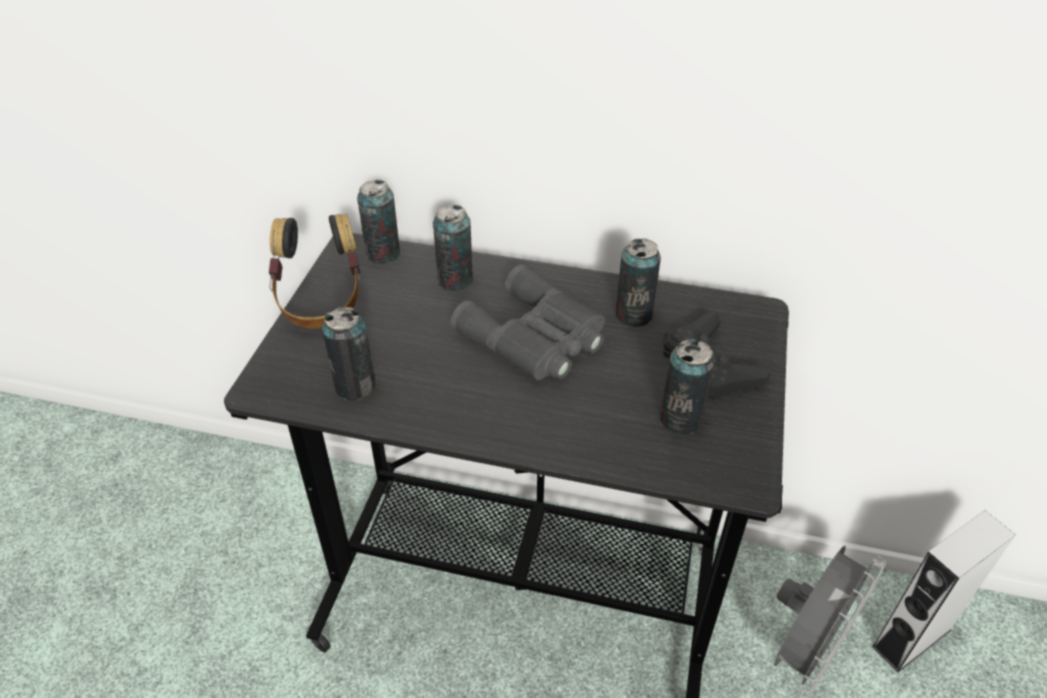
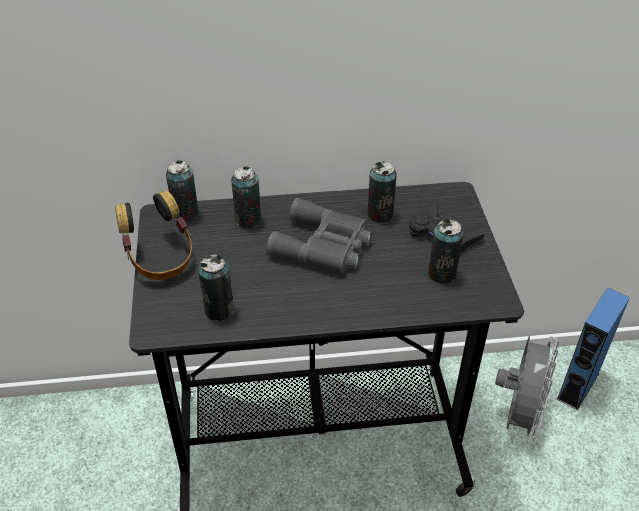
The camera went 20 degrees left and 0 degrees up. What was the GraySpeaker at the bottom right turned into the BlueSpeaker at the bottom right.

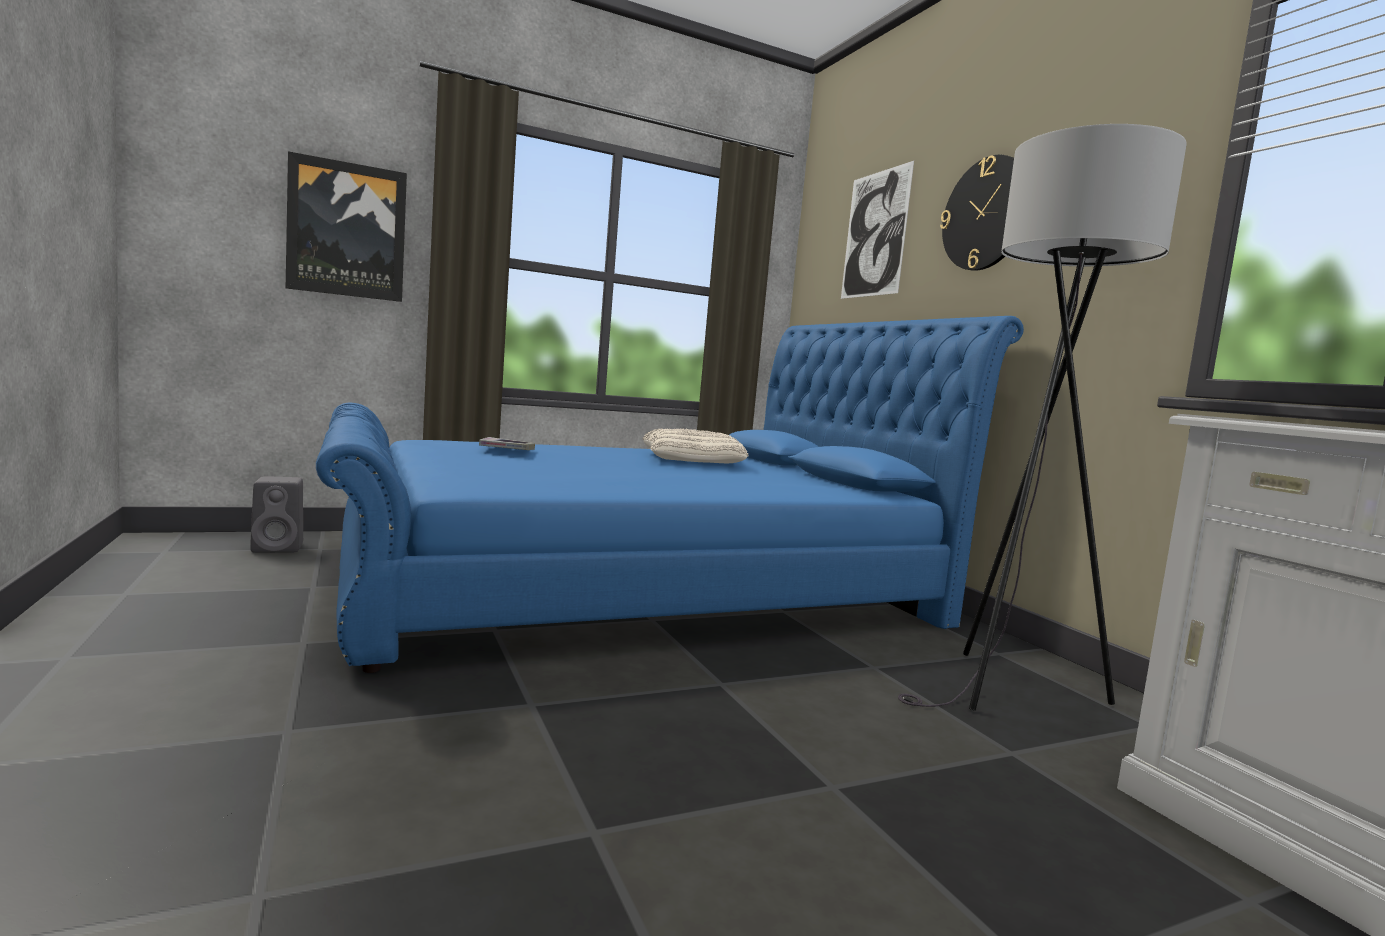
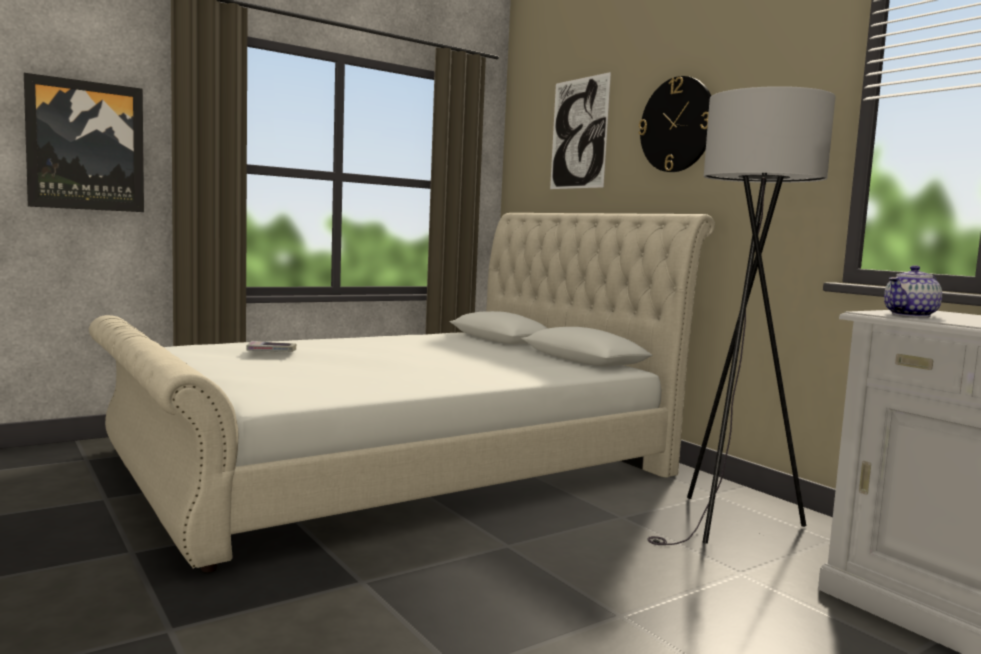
The camera went 10 degrees left and 0 degrees up. What was the BlueBedroomBed at the centre turned into the SandColouredBedroomBed at the centre. The second view lost the SandColouredThrowPillow at the centre. The second view lost the GraySpeaker at the middle left. The second view gained the Teapot at the middle right.

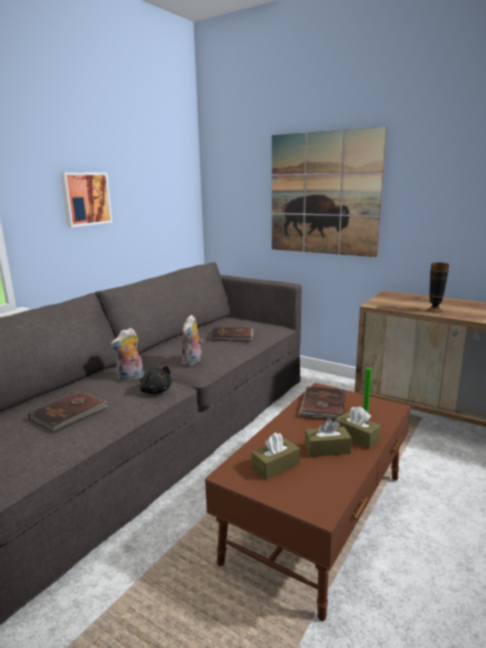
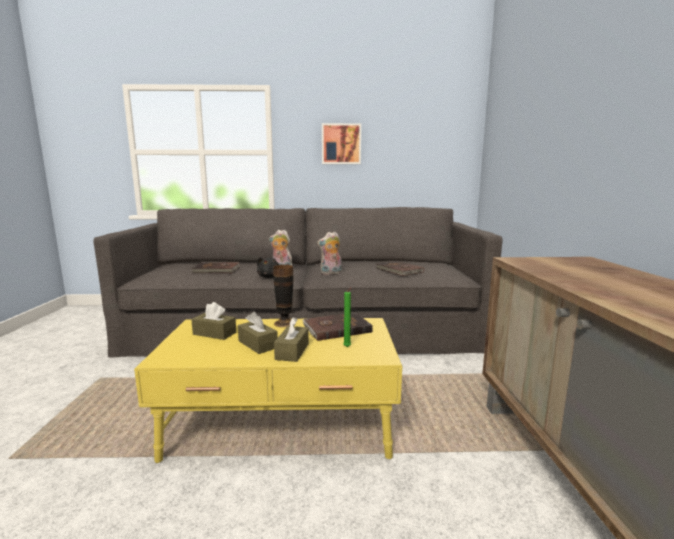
The camera went 55 degrees right and 5 degrees down. The second view lost the WallArt (no. 2 from left) at the top right. The DecorativeVase ended up elsewhere, having gone from the middle right to the centre. What was the BrownLoungeTable at the bottom centre turned into the YellowLoungeTable at the bottom centre.

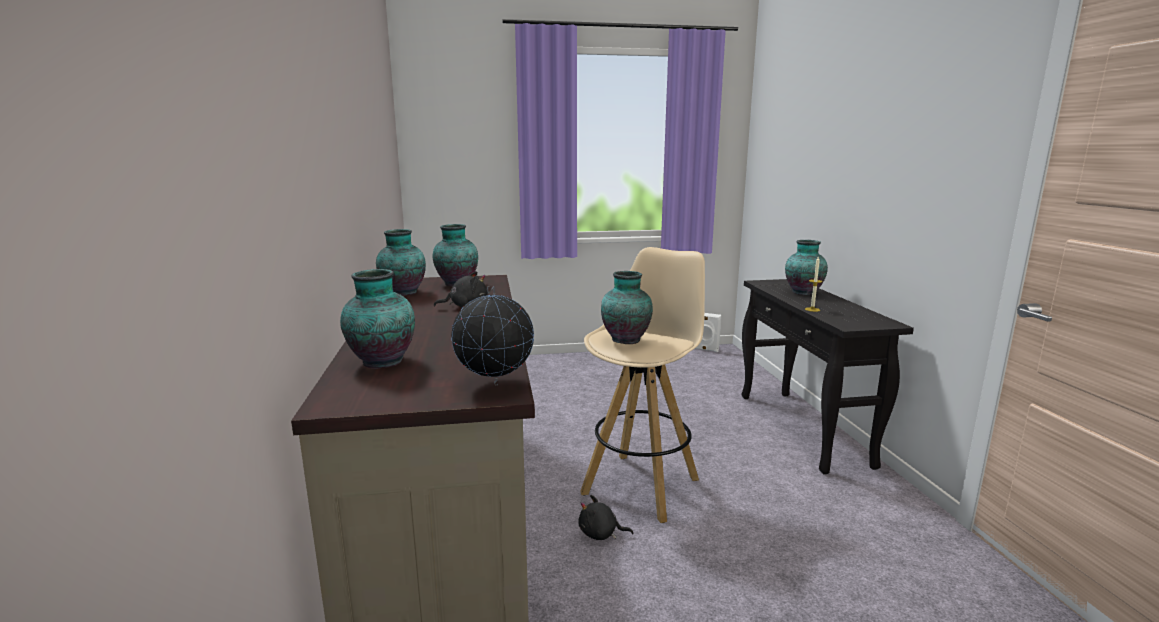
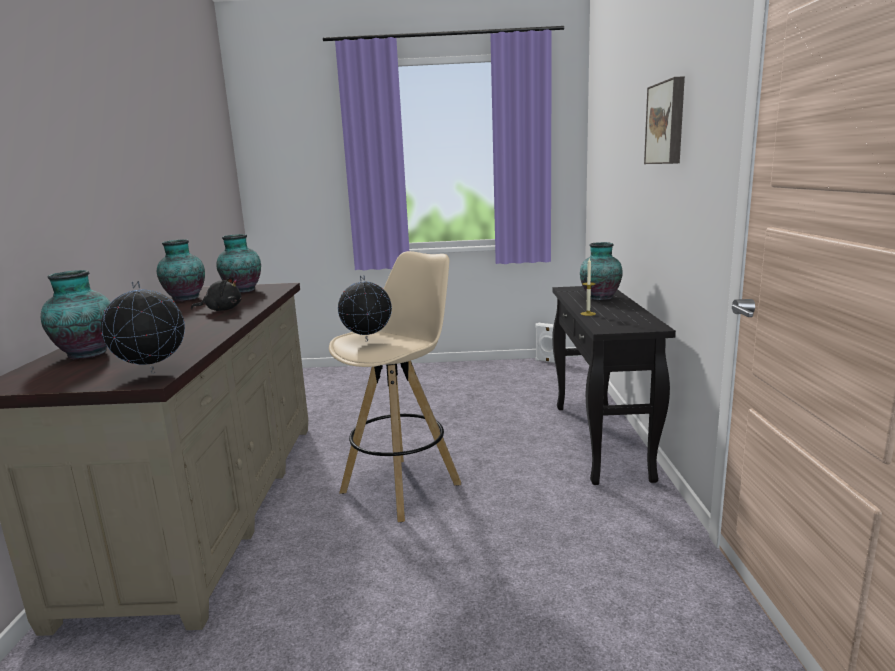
The camera went 10 degrees right and 0 degrees up. Where the DecorativeVase (no. 4 from left) stood at the centre, the DeskGlobe (no. 2 from left) came to stand at the centre. The second view lost the BlackishPlushToy (no. 2 from left) at the bottom centre. The second view gained the WallArt at the top right.

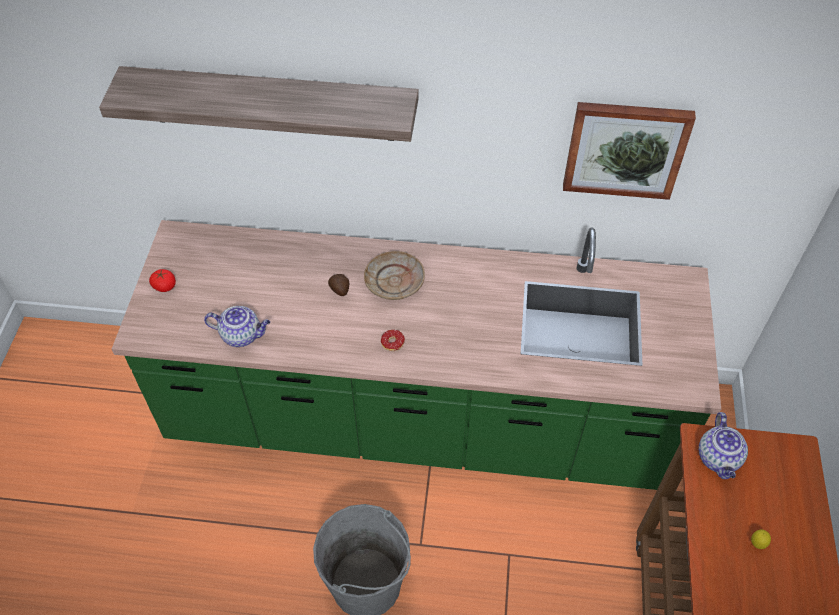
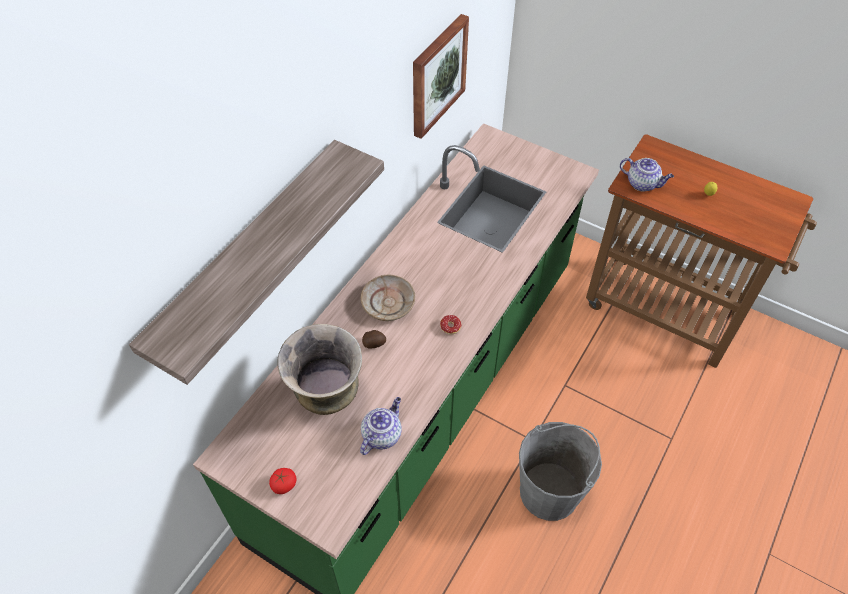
The camera went 65 degrees left and 0 degrees up. The second view gained the DecorativeVase at the centre.

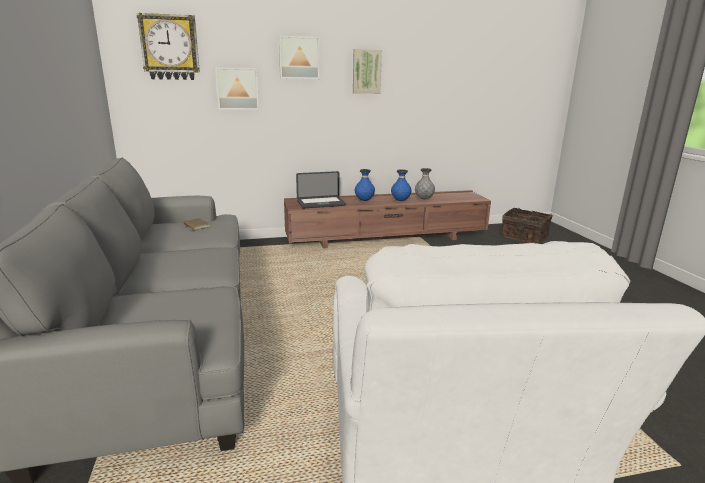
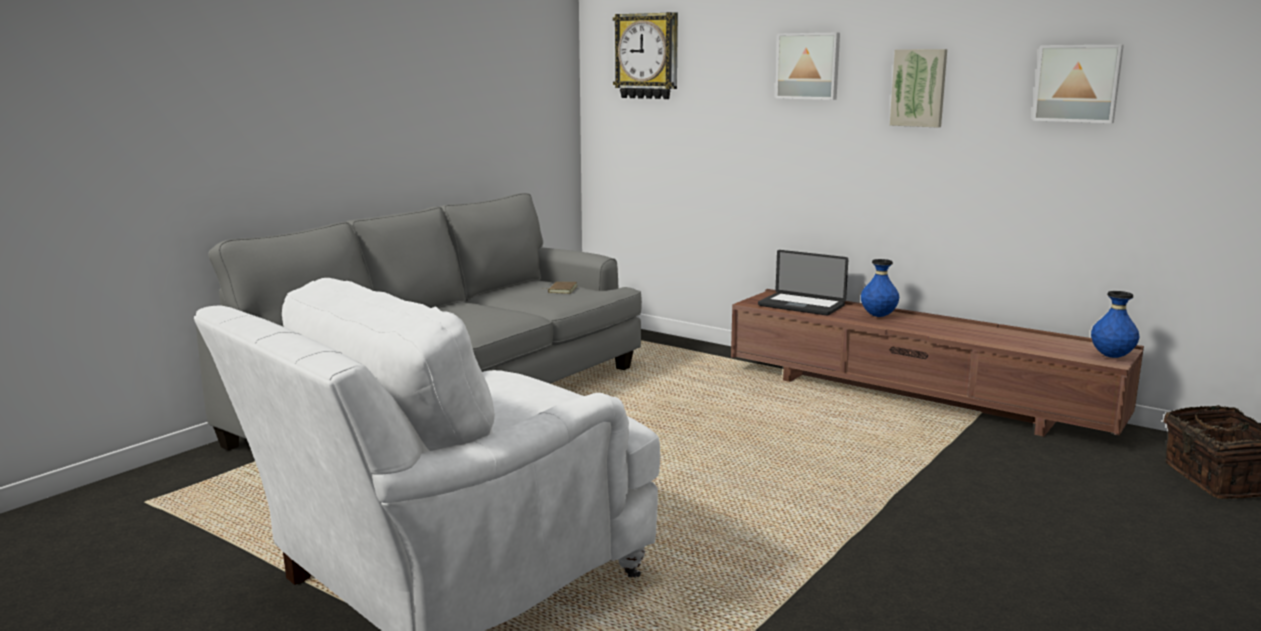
The camera went 50 degrees right and 5 degrees down. The WallArt (no. 1 from left in the first image) ended up elsewhere, having gone from the top centre to the top right. The second view lost the GrayDecorativeVase at the centre. The BlueDecorativeVase (no. 2 from left) ended up elsewhere, having gone from the centre to the middle right.

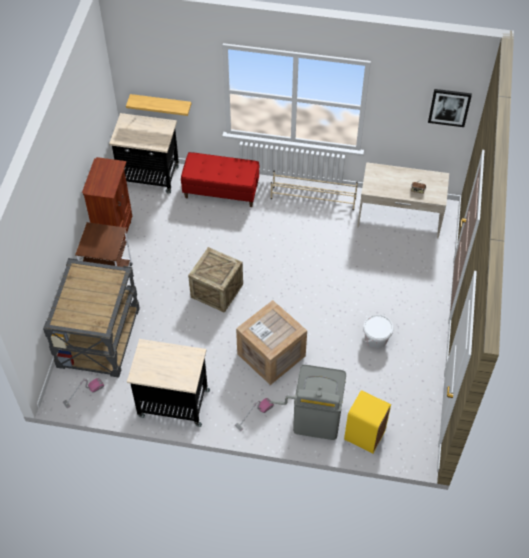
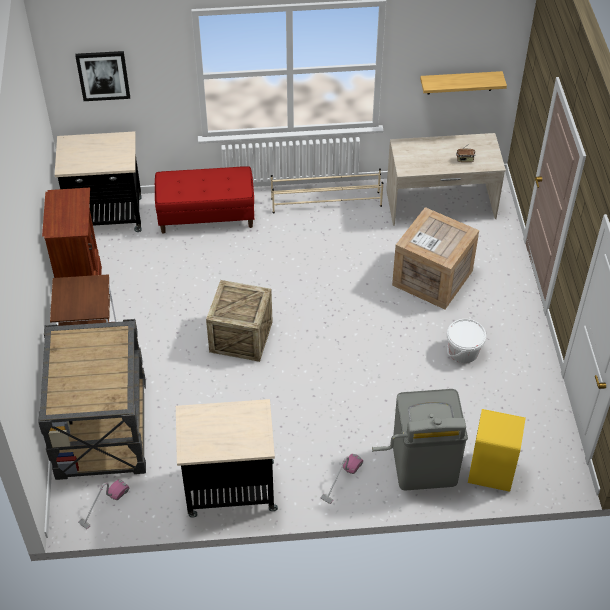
The camera went 15 degrees left and 5 degrees down. The WallArt ended up elsewhere, having gone from the top right to the top left. The BracketShelf ended up elsewhere, having gone from the top left to the top right. The PackingCrate (no. 2 from left) ended up elsewhere, having gone from the centre to the middle right.

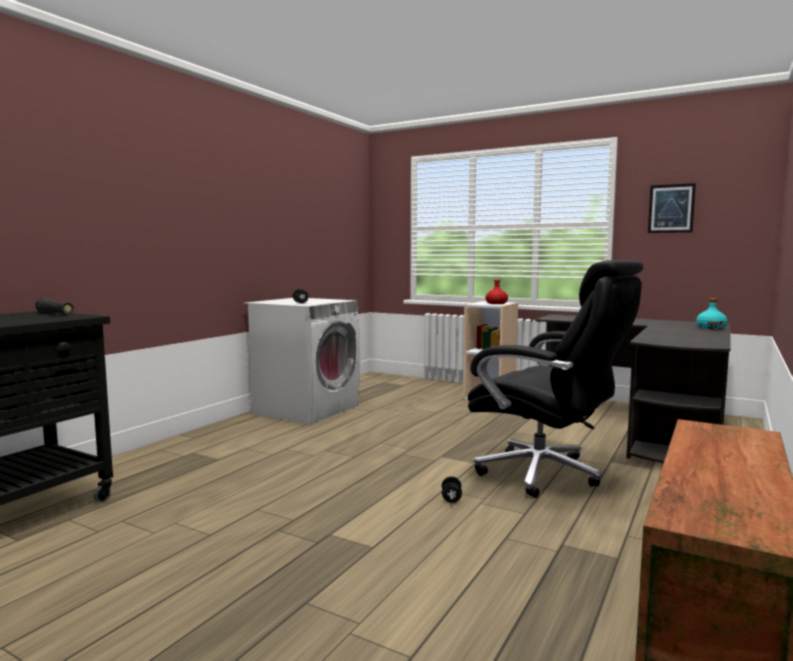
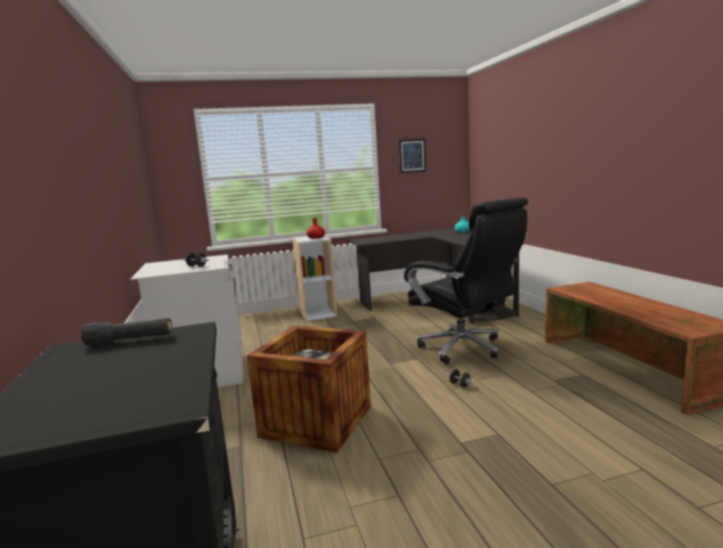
The camera went 45 degrees left and 5 degrees up. The BlackishOfficeChair at the middle right ended up facing another way, 60 degrees clockwise from before. The second view gained the PackingCrate at the bottom centre.

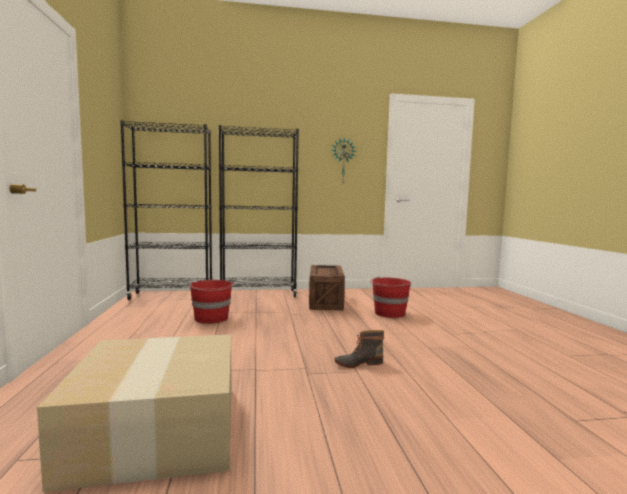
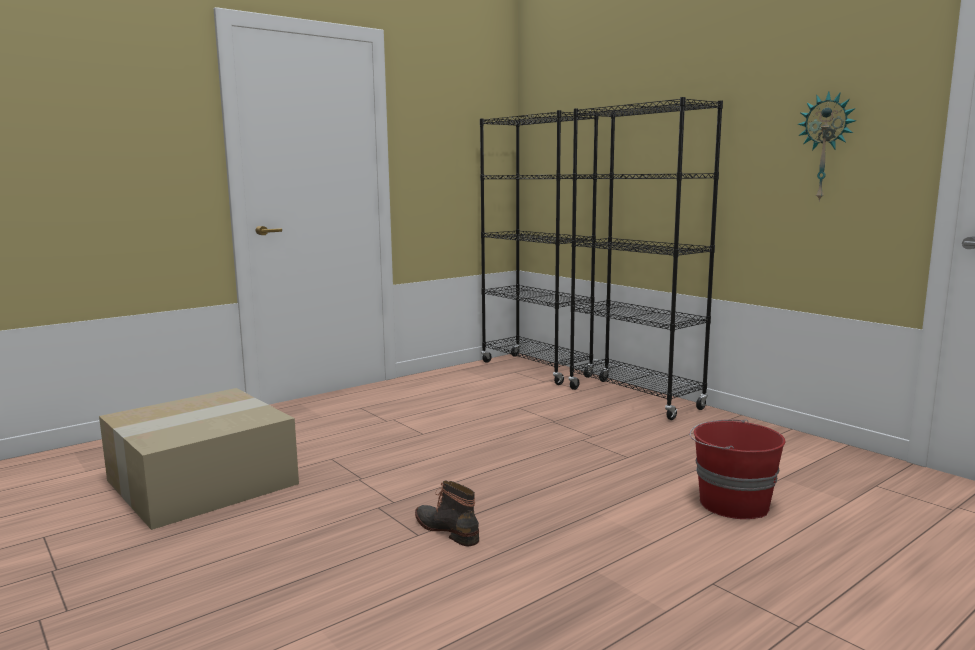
The camera went 60 degrees right and 5 degrees up. The second view lost the PackingCrate at the centre. The second view lost the RedPail (no. 1 from left) at the centre.

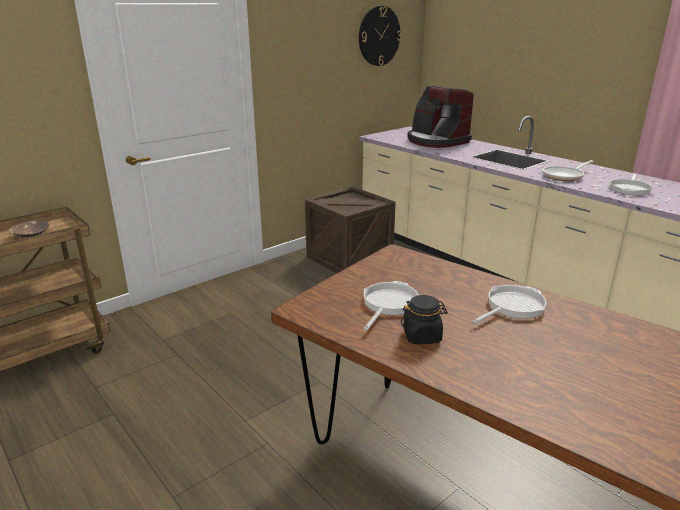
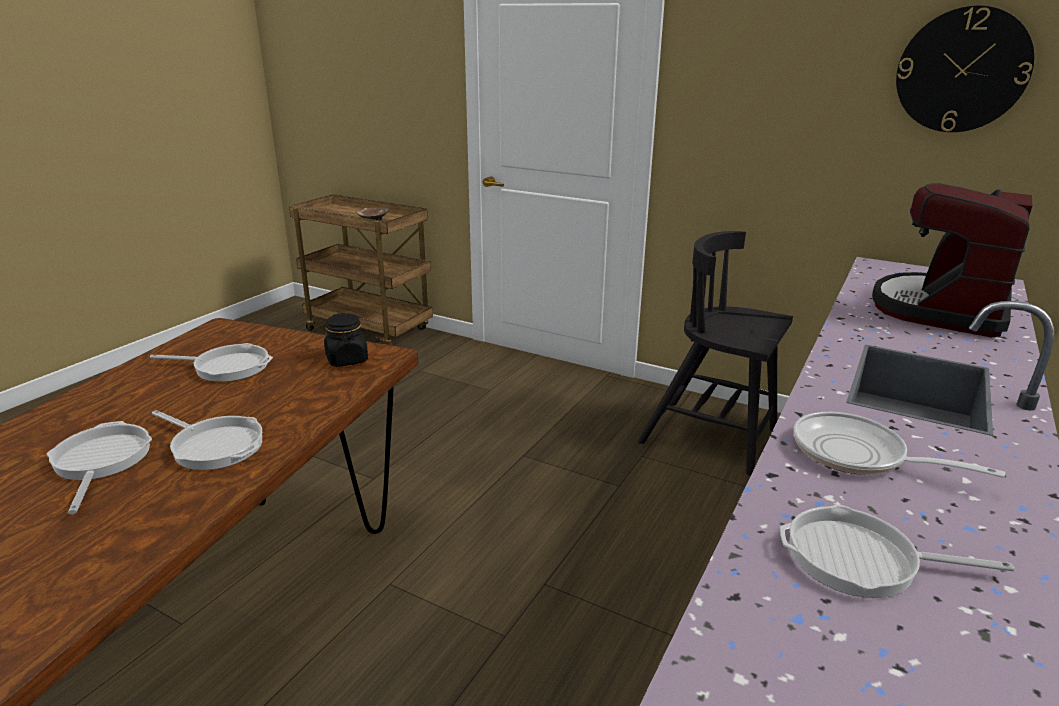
The camera went 70 degrees right and 0 degrees up. Where the PackingCrate stood at the centre, the BlackishPlainChair came to stand at the middle right. The BlackishPreserveJar ended up elsewhere, having gone from the centre to the middle left. The second view gained the Skillet (no. 1 from left) at the middle left.

